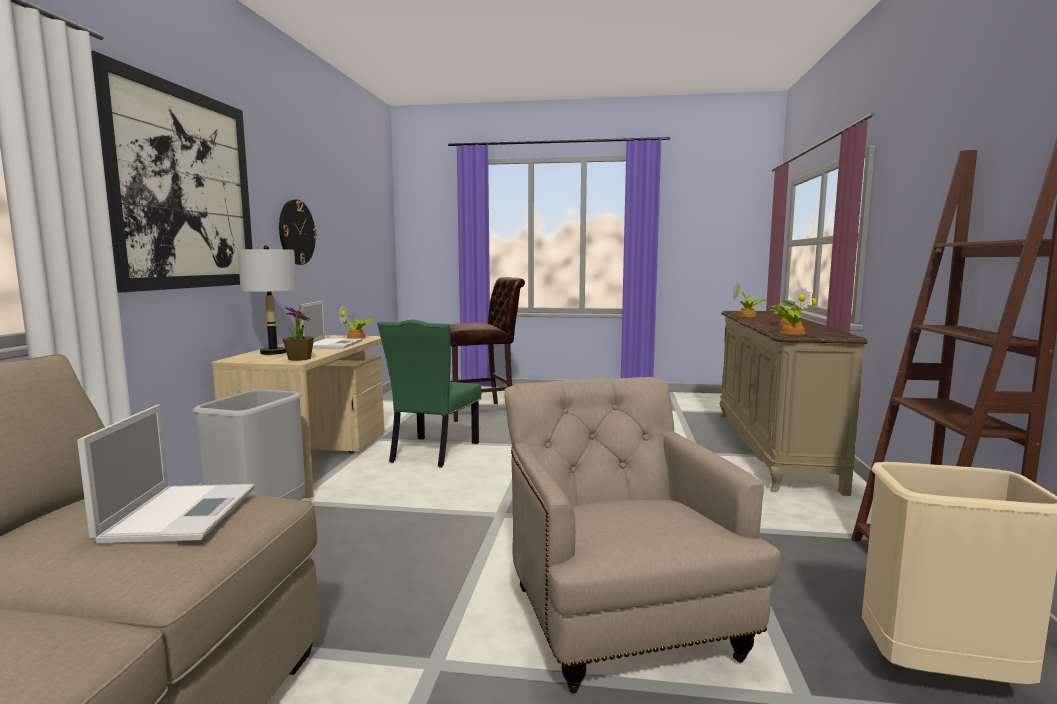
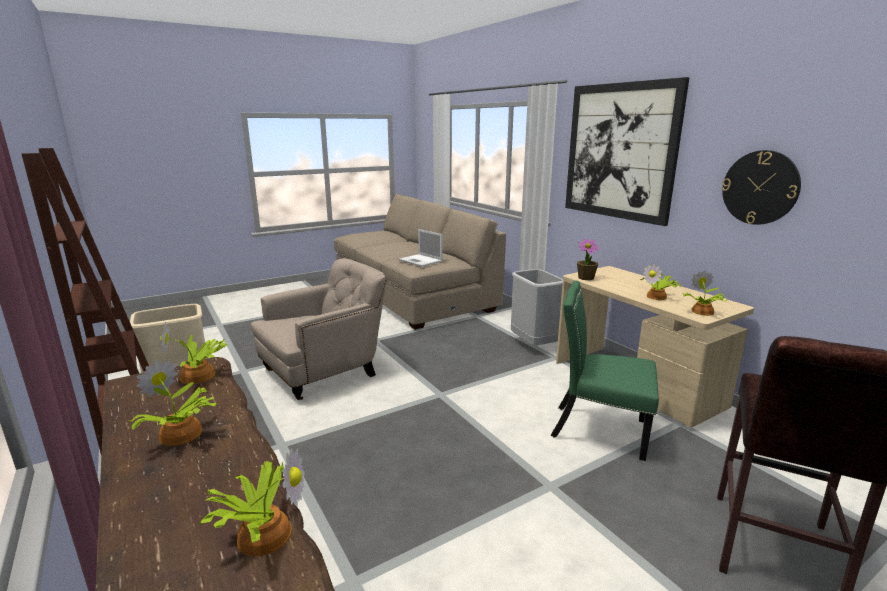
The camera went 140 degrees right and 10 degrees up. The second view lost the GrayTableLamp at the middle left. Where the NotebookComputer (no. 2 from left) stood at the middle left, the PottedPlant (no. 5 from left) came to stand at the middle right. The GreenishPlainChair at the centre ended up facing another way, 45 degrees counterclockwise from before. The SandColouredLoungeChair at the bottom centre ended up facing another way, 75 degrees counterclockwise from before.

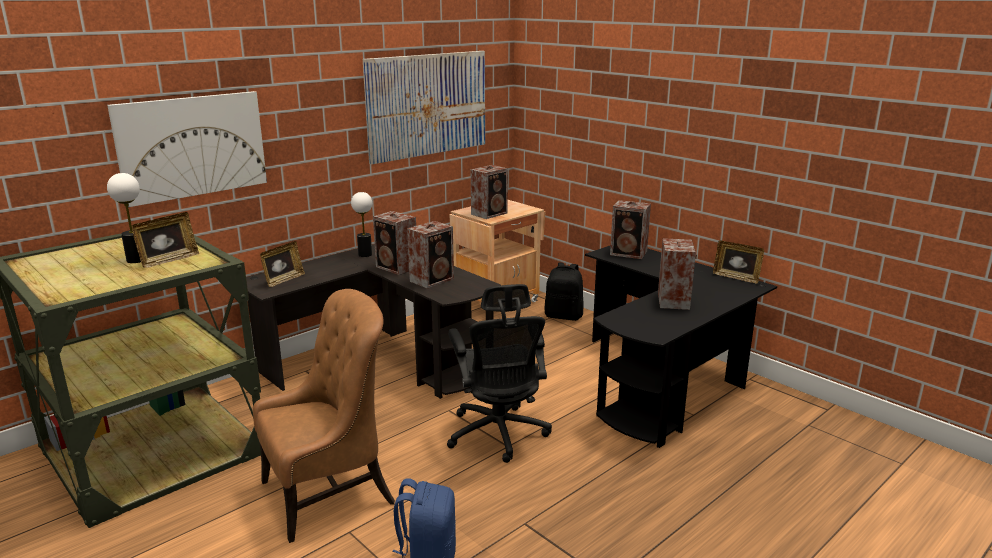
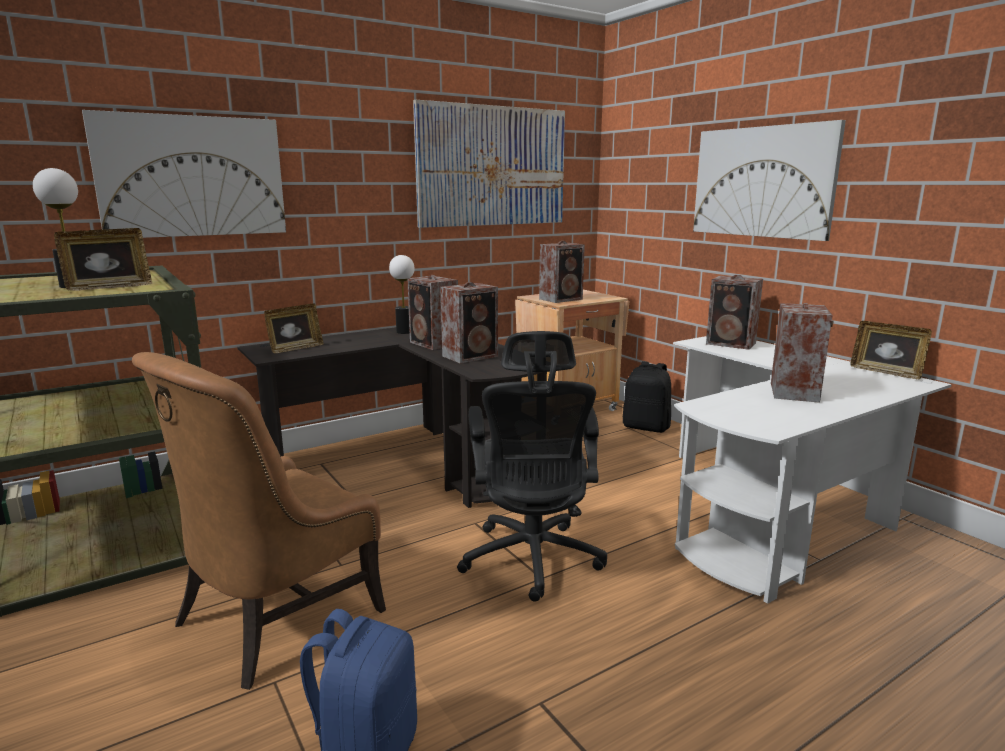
The camera went 10 degrees right and 5 degrees down. What was the BlackishDesk (no. 2 from left) at the middle right turned into the WhiteColouredDesk at the middle right. The BrownPlainChair at the bottom left ended up facing another way, 150 degrees clockwise from before. The second view gained the WallArt (no. 3 from left) at the top right.

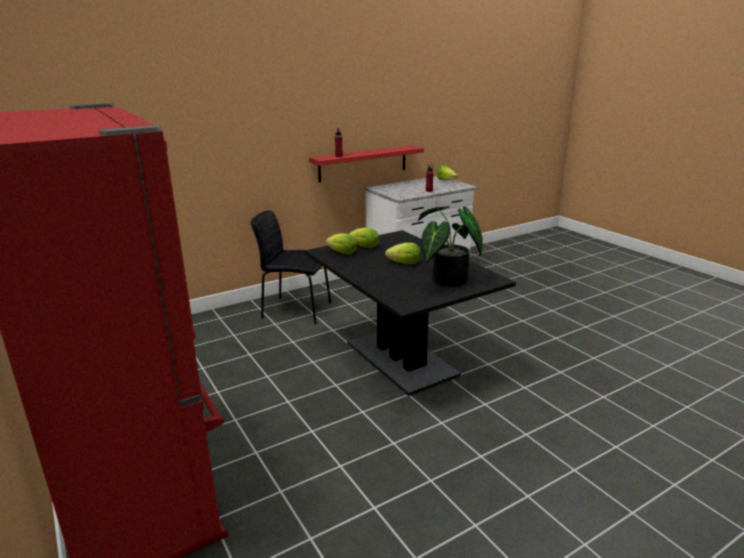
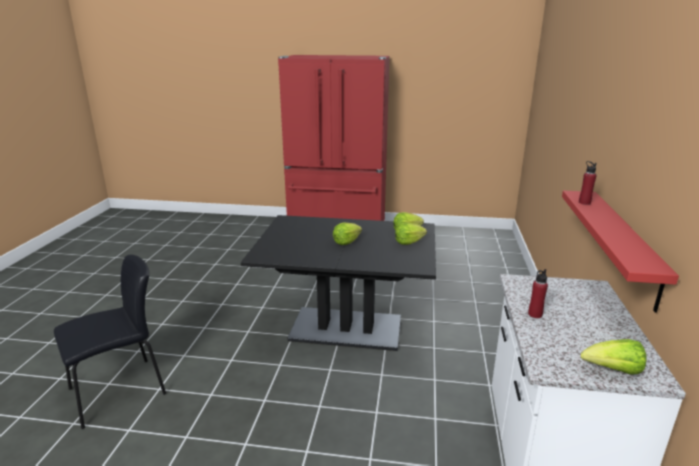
The camera went 130 degrees right and 0 degrees up. The second view lost the PottedPlant at the centre. The BlackishPlainChair ended up elsewhere, having gone from the centre to the bottom left.

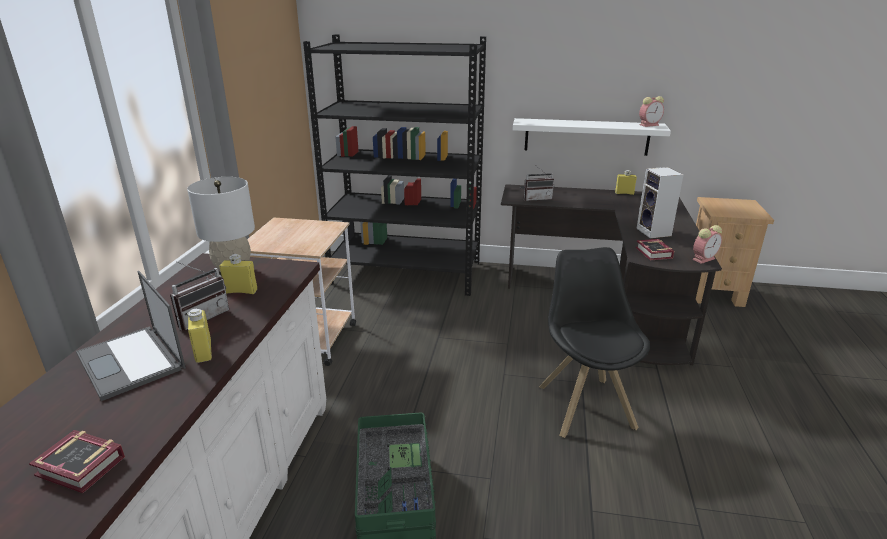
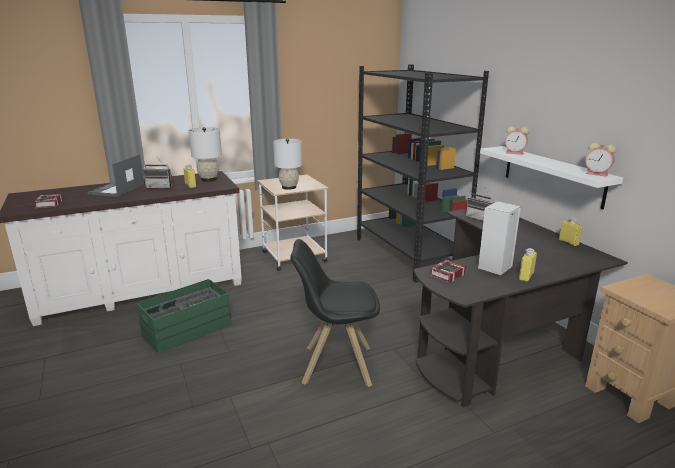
The camera went 55 degrees right and 5 degrees down. The AlarmClock (no. 2 from left in the first image) ended up elsewhere, having gone from the middle right to the top right. The BlackishPlainChair at the middle right ended up facing another way, 135 degrees counterclockwise from before. The YellowBottle (no. 1 from left in the first image) ended up elsewhere, having gone from the middle left to the middle right. The second view gained the WhiteColouredTableLamp (no. 2 from left) at the centre.

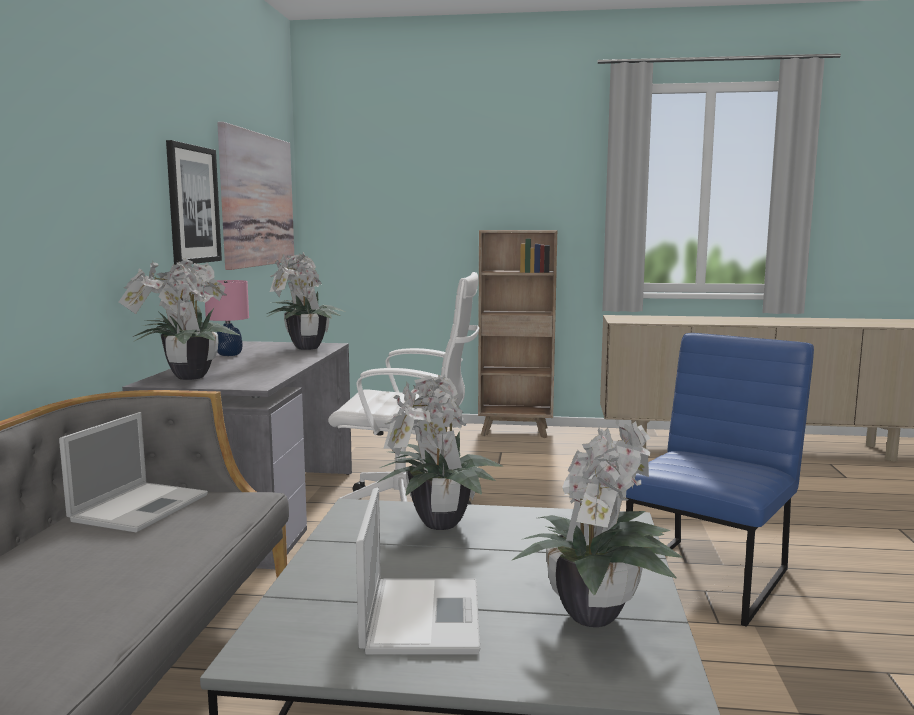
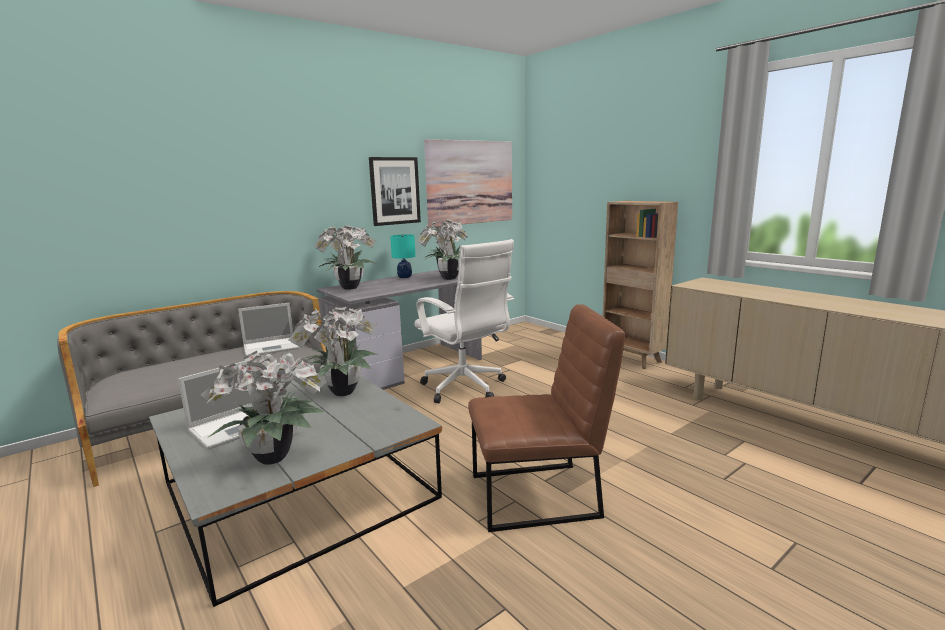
The camera went 45 degrees right and 5 degrees up. What was the PinkishTableLamp at the middle left turned into the TurquoiseTableLamp at the centre. What was the BluePlainChair at the bottom right turned into the BrownPlainChair at the centre.

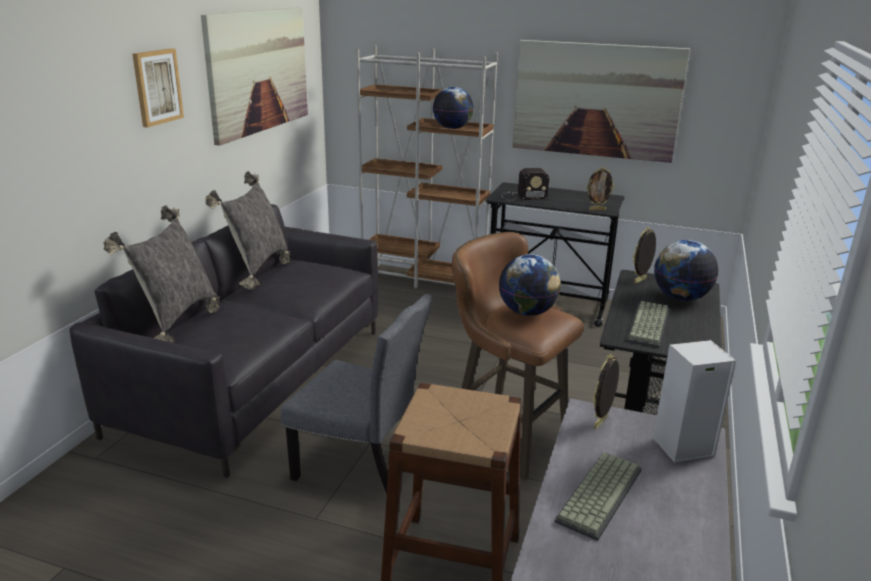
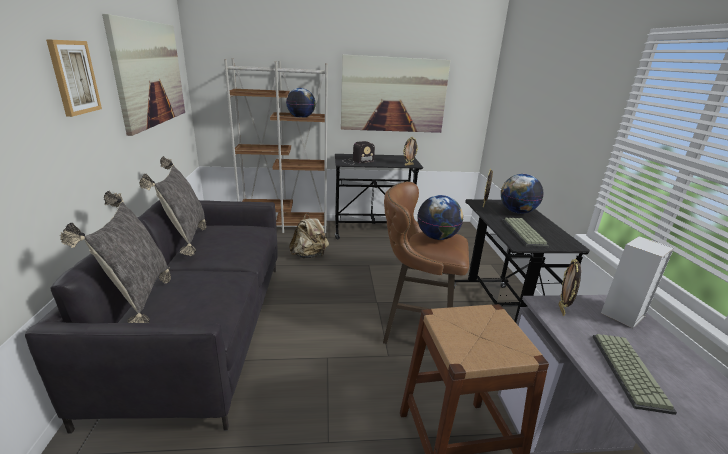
The camera went 25 degrees left and 0 degrees up. The second view lost the GrayPlainChair at the bottom centre. The second view gained the SandColouredBackpack at the centre.

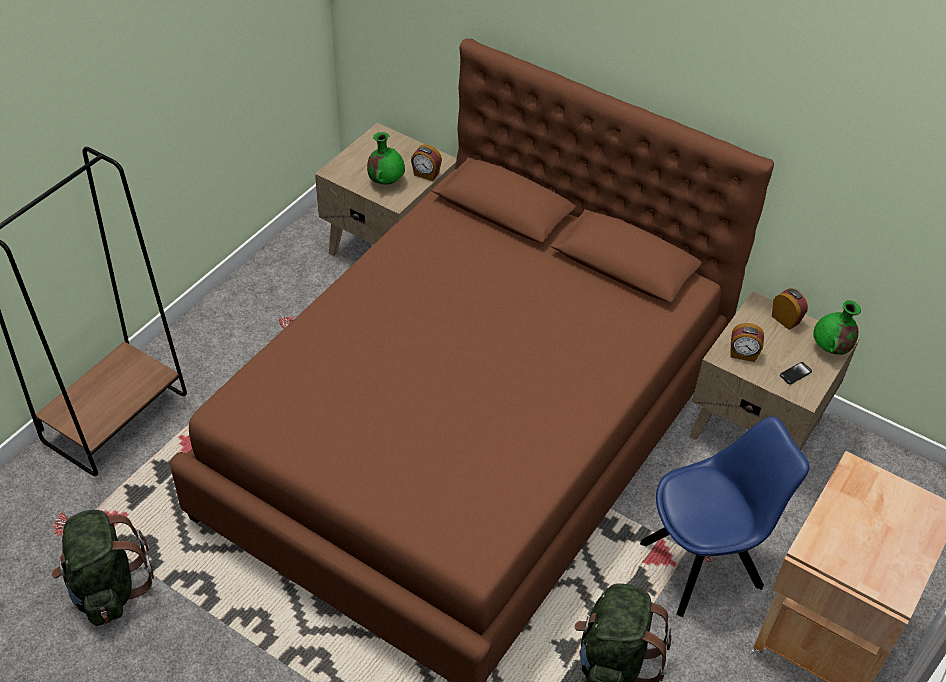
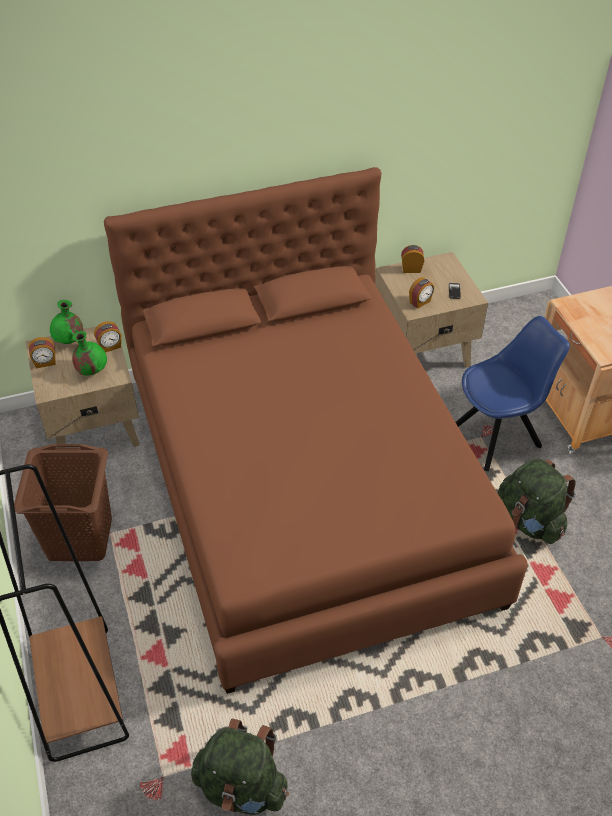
The camera went 50 degrees left and 0 degrees up. The GreenishDecorativeVase (no. 2 from left in the first image) ended up elsewhere, having gone from the middle right to the middle left. The BluePlainChair at the bottom right ended up facing another way, 45 degrees clockwise from before. The second view gained the AlarmClock (no. 1 from left) at the middle left. The second view gained the BrownHamper at the middle left.

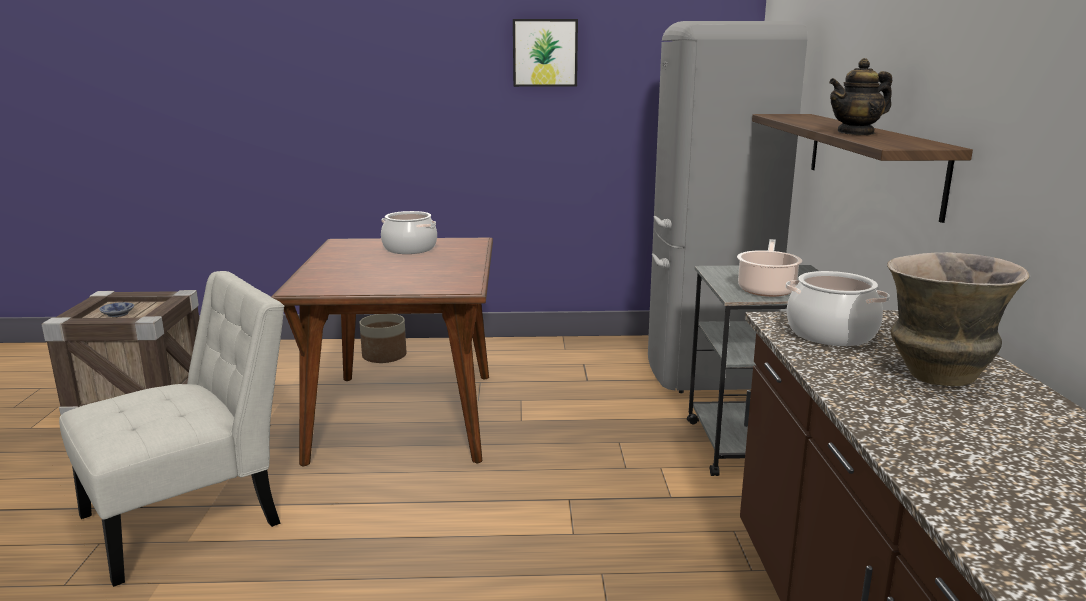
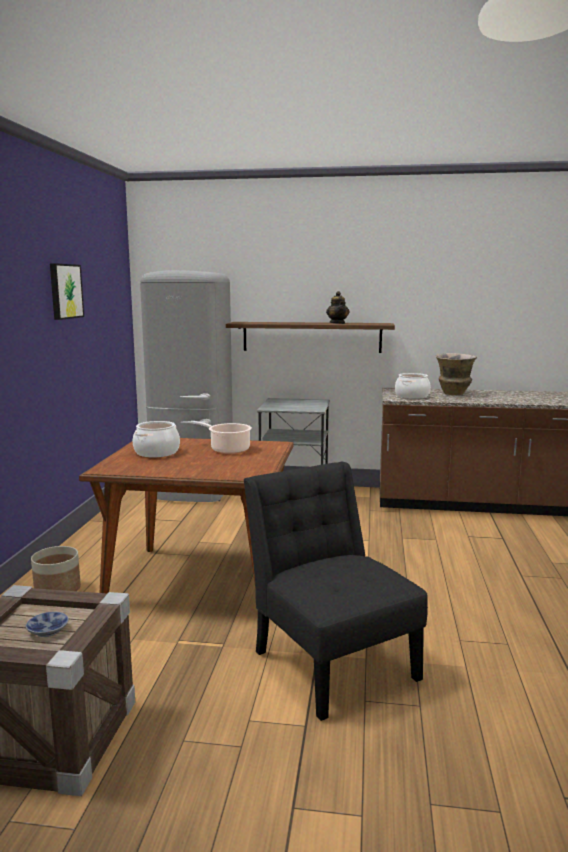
The camera went 80 degrees left and 5 degrees down. The Stockpot (no. 2 from left) ended up elsewhere, having gone from the middle right to the centre. What was the WhiteColouredPlainChair at the bottom left turned into the BlackishPlainChair at the bottom centre.

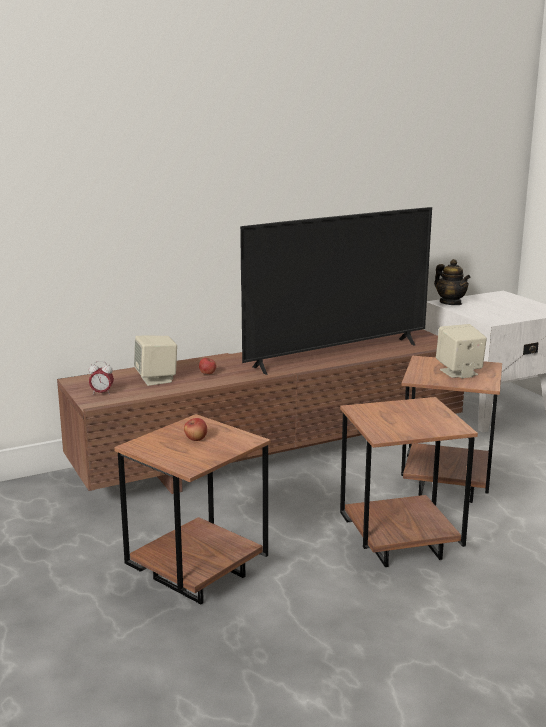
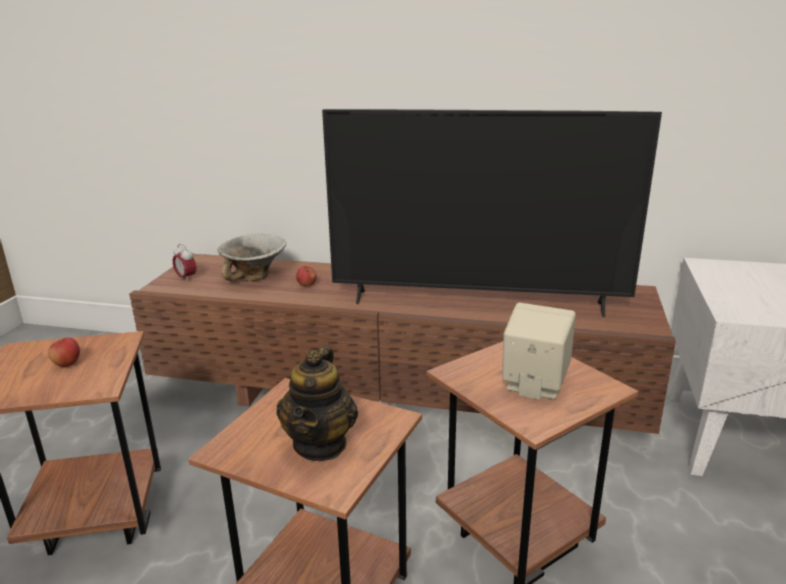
The camera went 40 degrees right and 5 degrees up. The Teapot ended up elsewhere, having gone from the middle right to the bottom centre. Where the SandColouredSpeaker (no. 1 from left) stood at the middle left, the DeepDish came to stand at the middle left.

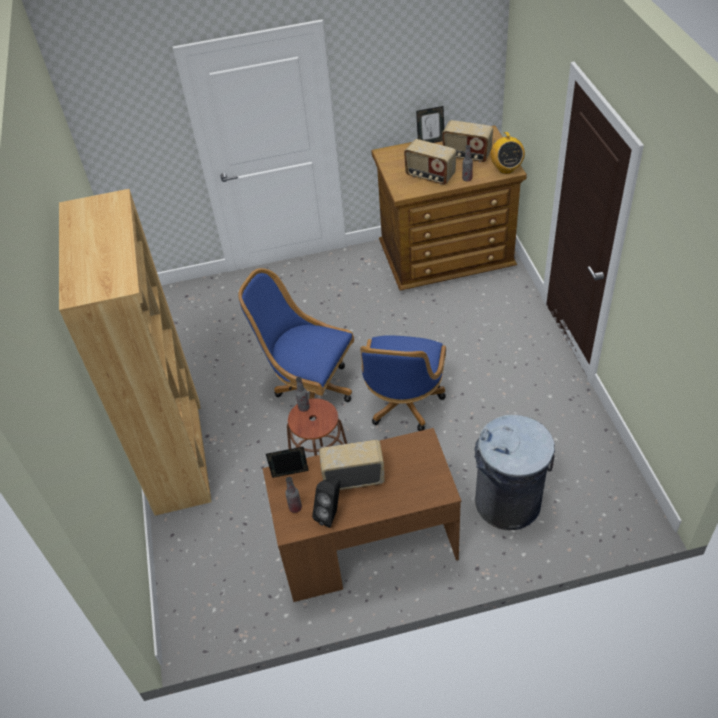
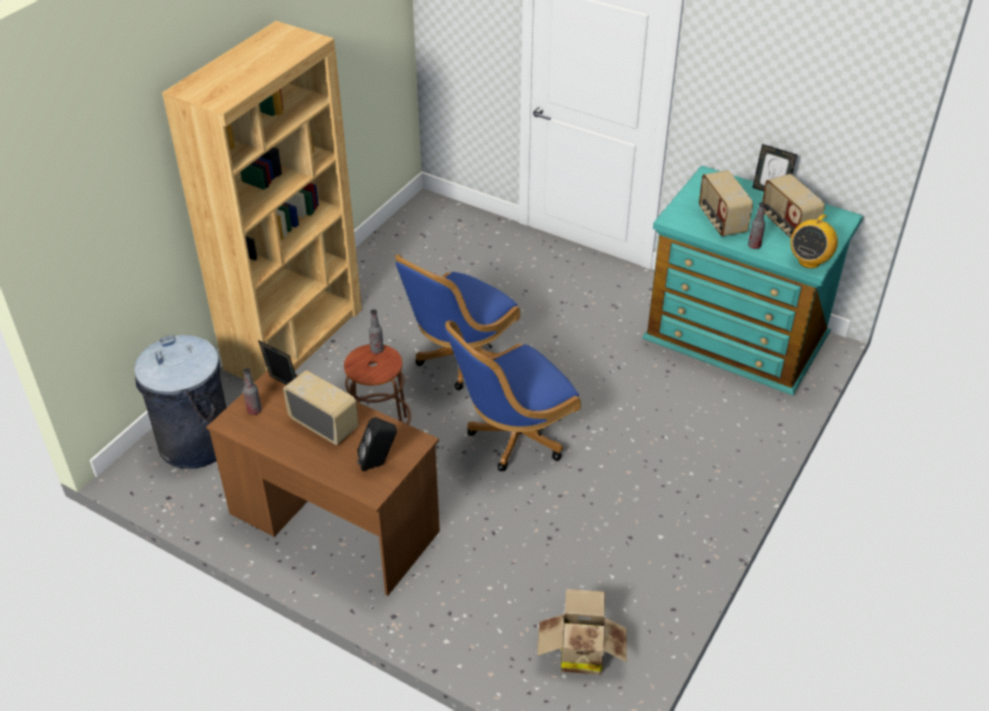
The camera went 40 degrees right and 5 degrees down. What was the BrownDresser at the top centre turned into the TurquoiseDresser at the middle right. The BlueOfficeChair (no. 1 from left) at the centre ended up facing another way, 120 degrees counterclockwise from before. The GrayWasteBin ended up elsewhere, having gone from the middle right to the middle left. The BlackishSpeaker ended up elsewhere, having gone from the bottom centre to the centre. The second view gained the PackingBox at the bottom centre.

